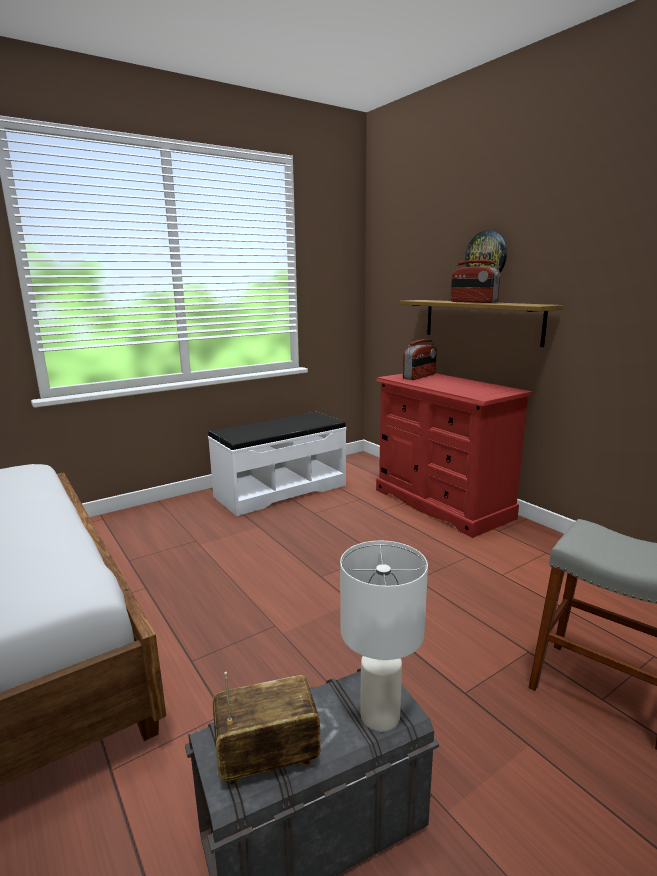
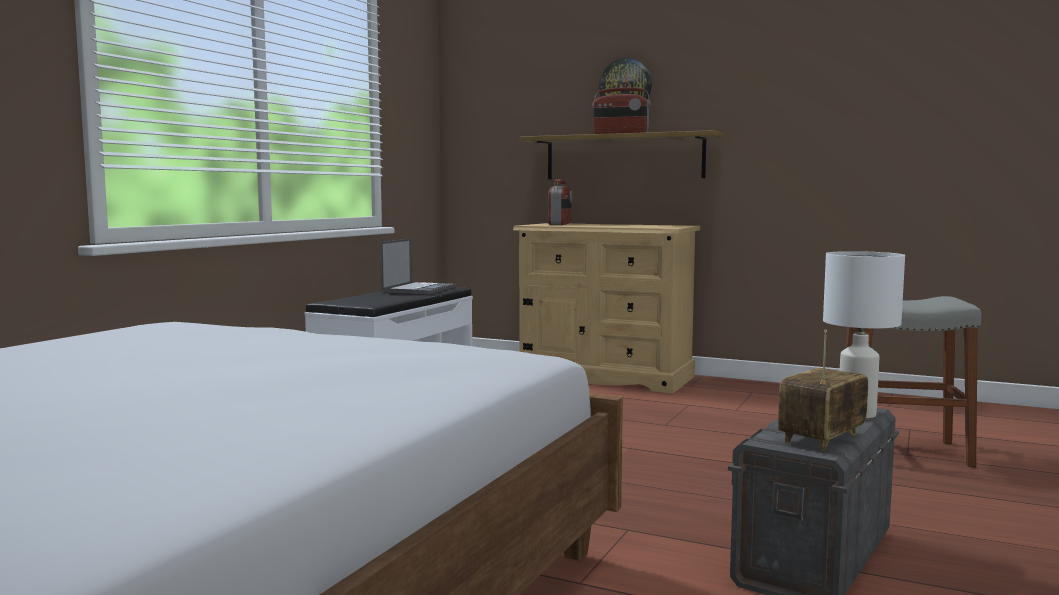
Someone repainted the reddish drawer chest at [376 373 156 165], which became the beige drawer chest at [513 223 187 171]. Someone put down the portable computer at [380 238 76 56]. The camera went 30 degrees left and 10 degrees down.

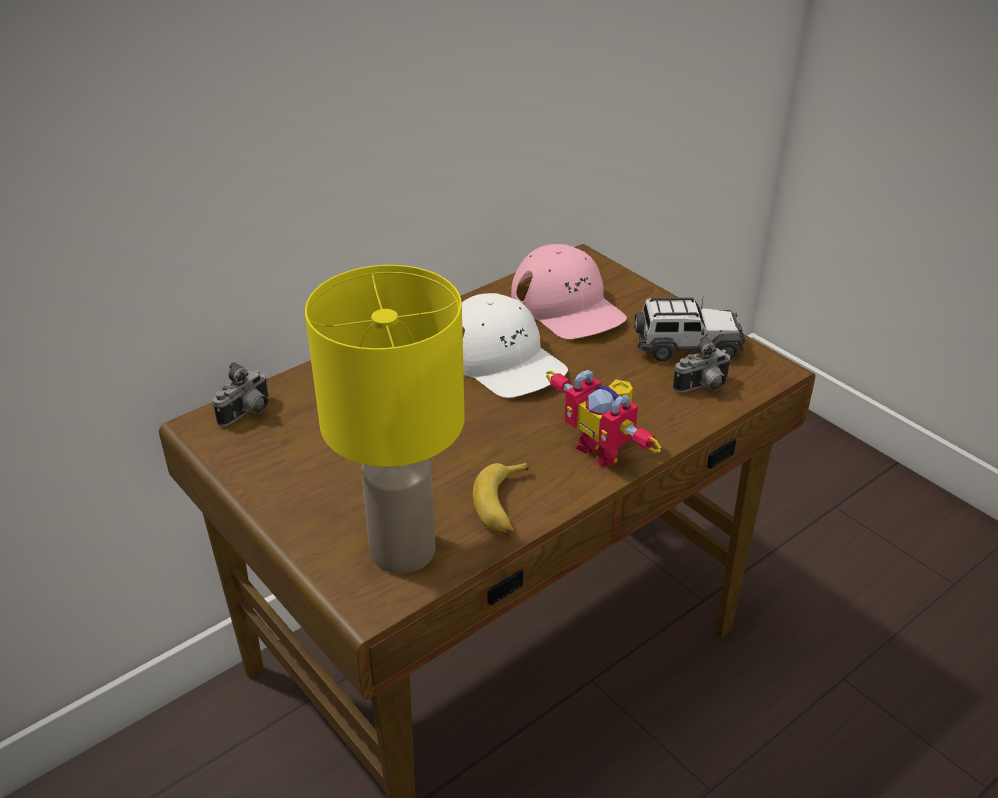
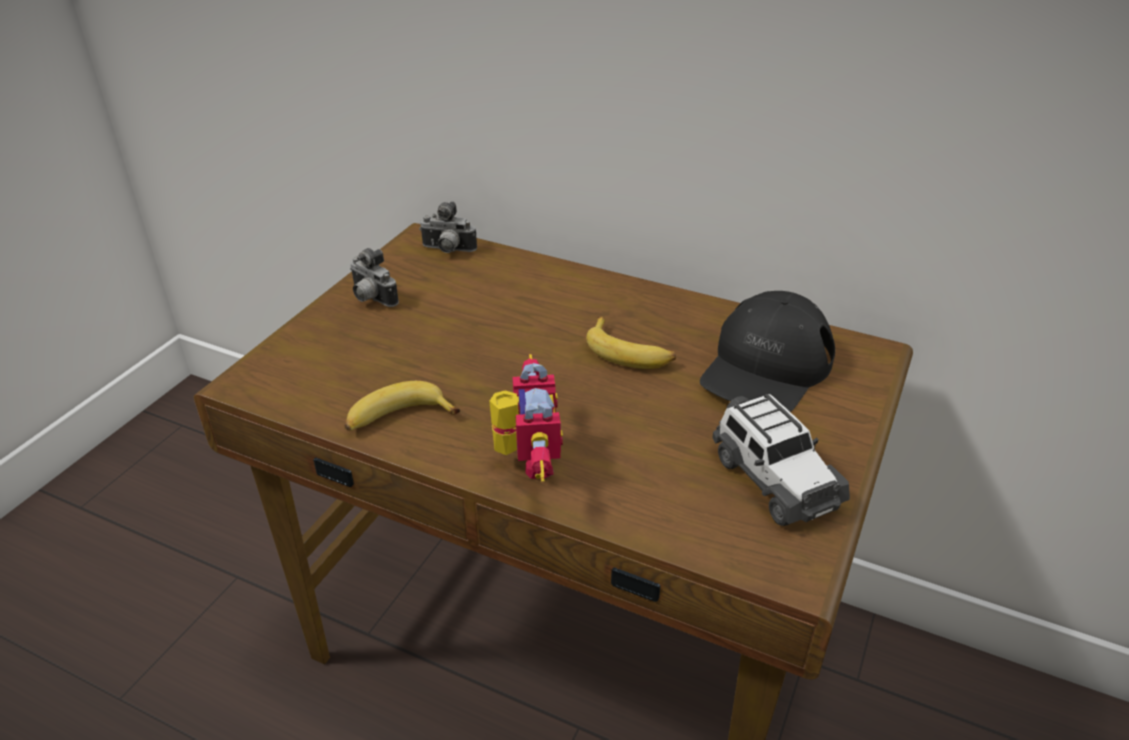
Someone took away the yellowish lamp for a table at [305 265 159 309]. Someone swapped the white peaked cap at [462 293 106 105] for the banana fruit at [586 317 90 52]. Someone repainted the pinkish peaked cap at [511 244 116 96], which became the black-coloured peaked cap at [700 291 135 121]. Someone rotated the toy robot at [546 370 115 97] by 150 degrees clockwise. Someone carried the still camera from [673 336 58 56] to [350 248 49 59]. The camera went 65 degrees right and 0 degrees up.

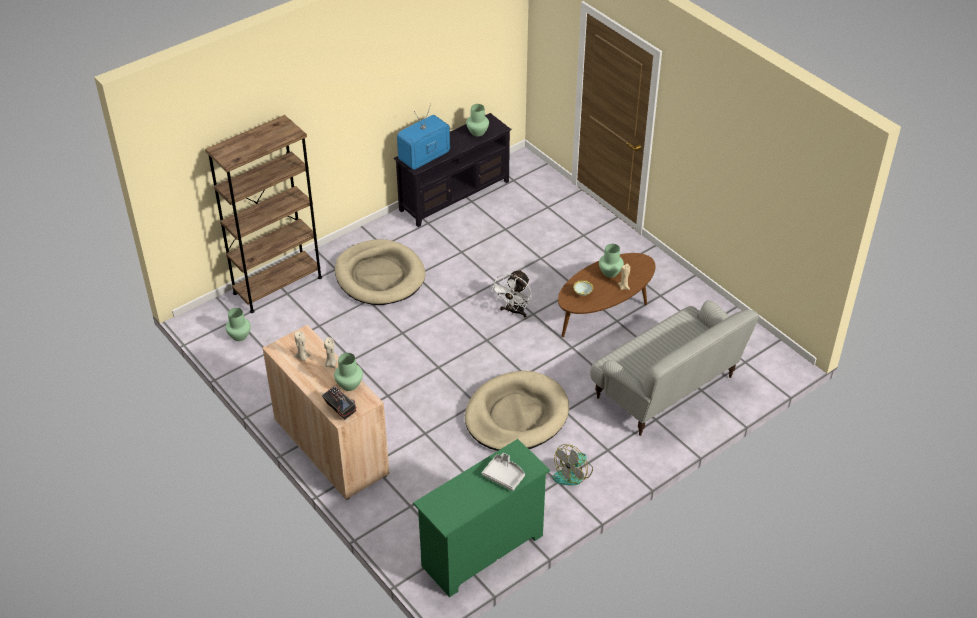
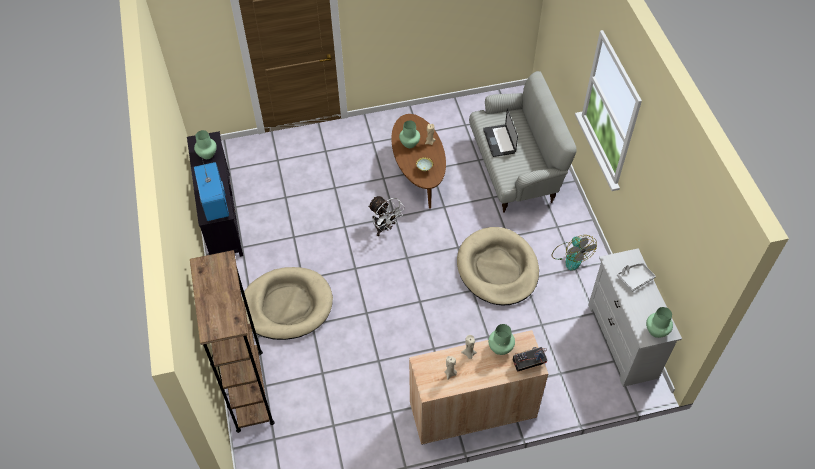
Someone carried the green-coloured vase from [225 308 26 33] to [646 307 27 31]. Someone repainted the green-coloured drawer chest at [413 439 137 158], which became the white drawer chest at [588 248 94 139]. Someone put down the portable computer at [483 109 35 48]. The camera went 65 degrees left and 10 degrees up.

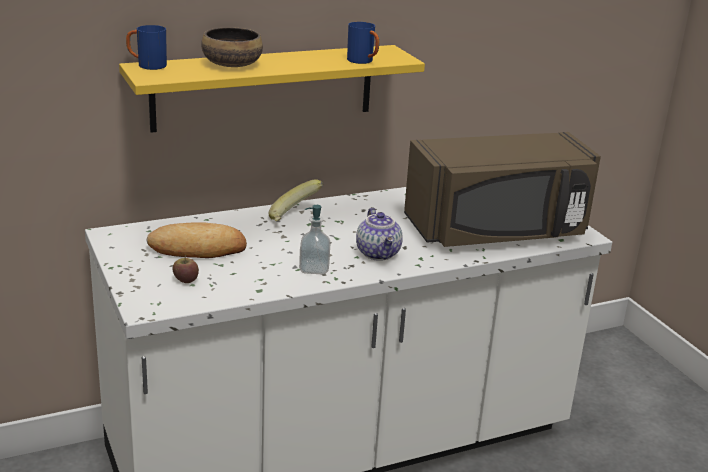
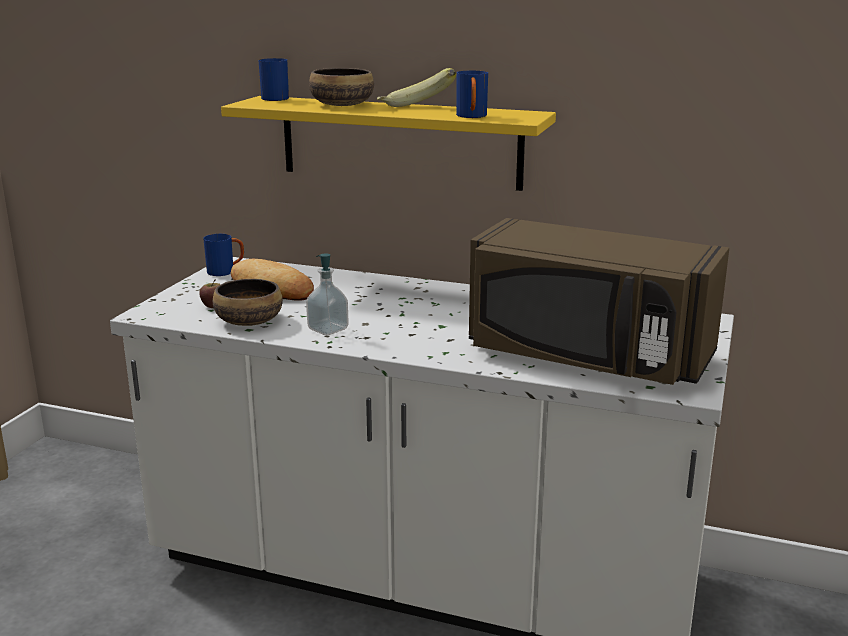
Someone carried the banana fruit from [269 180 54 41] to [377 68 79 39]. Someone took away the teapot at [356 208 47 53]. Someone put down the blue mug at [203 234 41 42]. Someone put down the serving bowl at [213 279 70 47]. The camera went 45 degrees right and 5 degrees down.

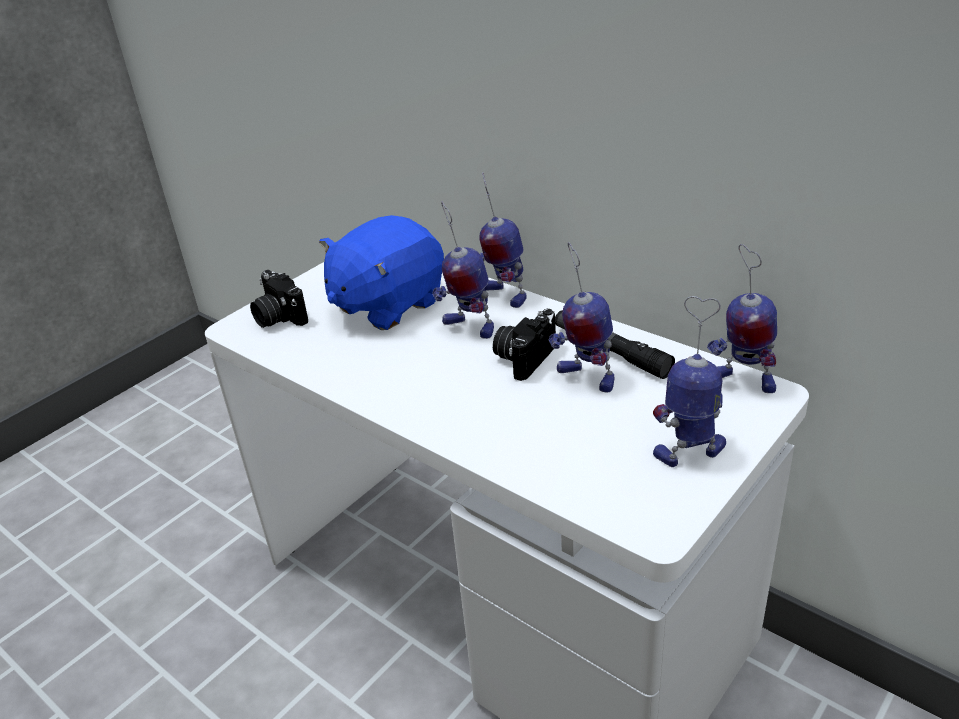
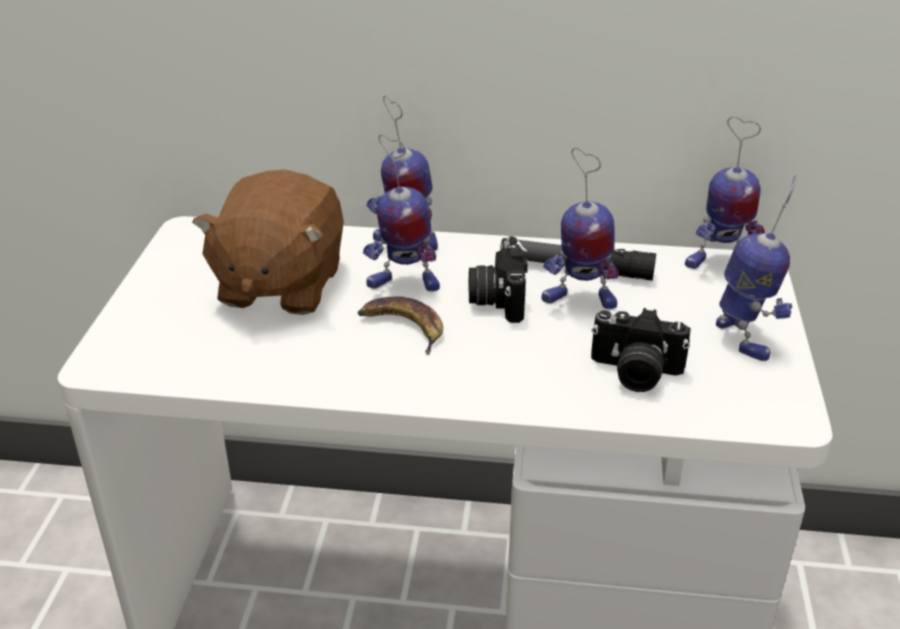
Someone carried the still camera from [250 270 58 58] to [591 308 100 84]. Someone repainted the blue plush toy at [319 215 125 115], which became the brownish plush toy at [192 169 152 146]. Someone rotated the toy robot at [653 296 73 171] by 120 degrees clockwise. Someone put down the banana fruit at [358 296 85 59]. The camera went 35 degrees left and 0 degrees up.

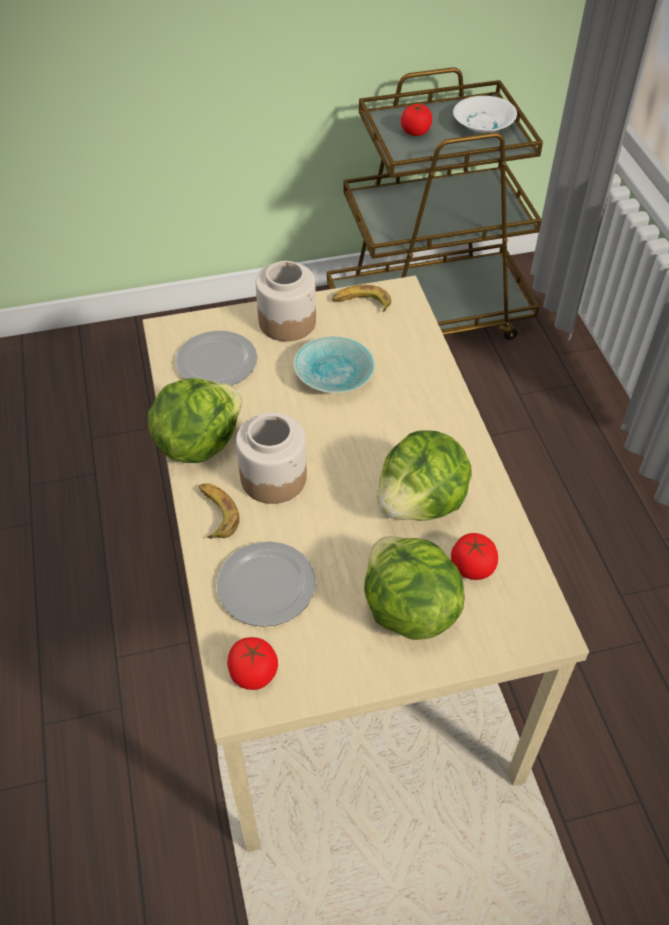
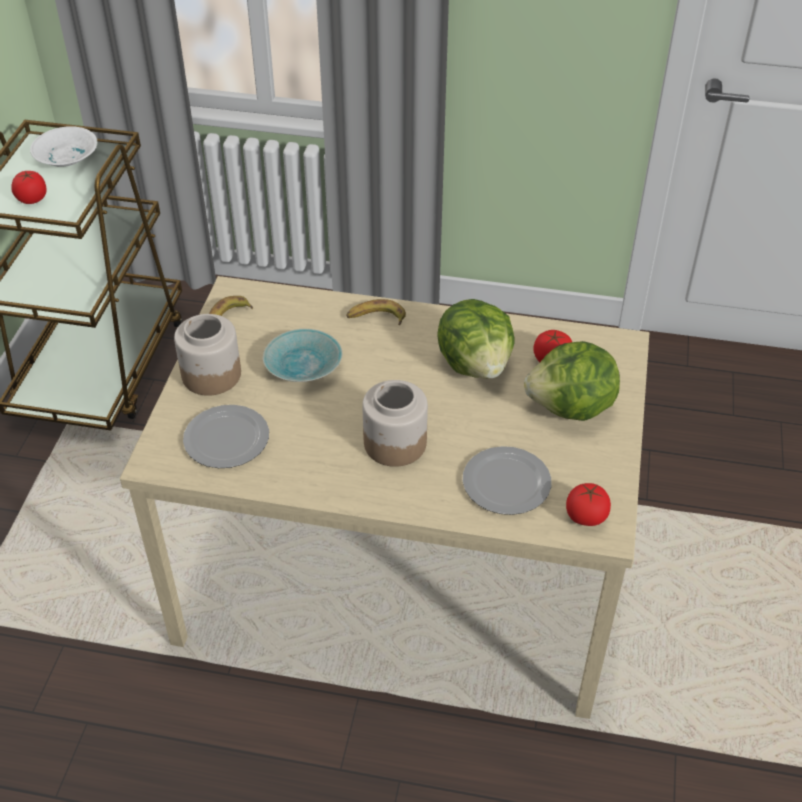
Someone took away the head of lettuce at [148 378 94 85]. Someone carried the banana fruit from [199 484 41 55] to [346 299 60 26]. The camera went 65 degrees left and 5 degrees down.

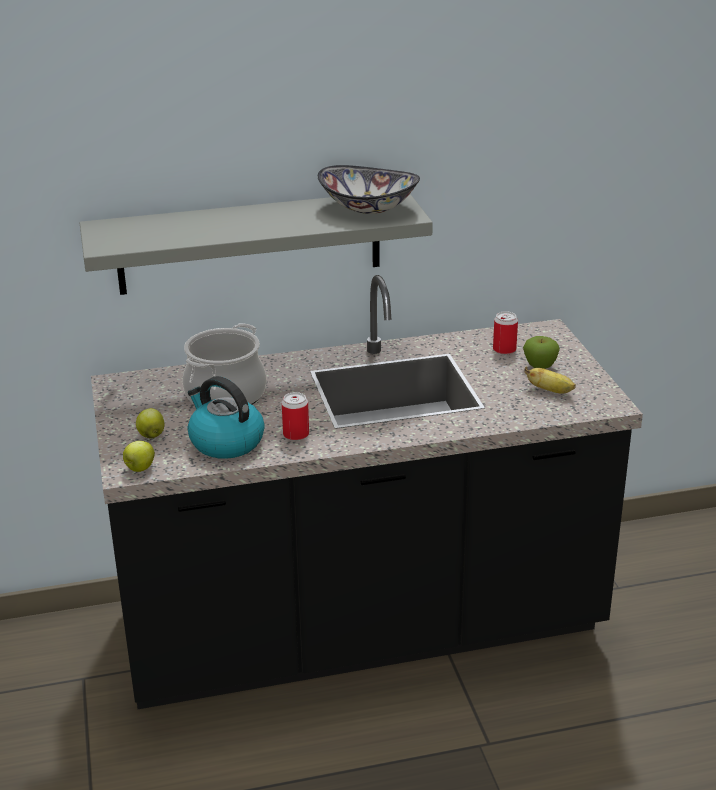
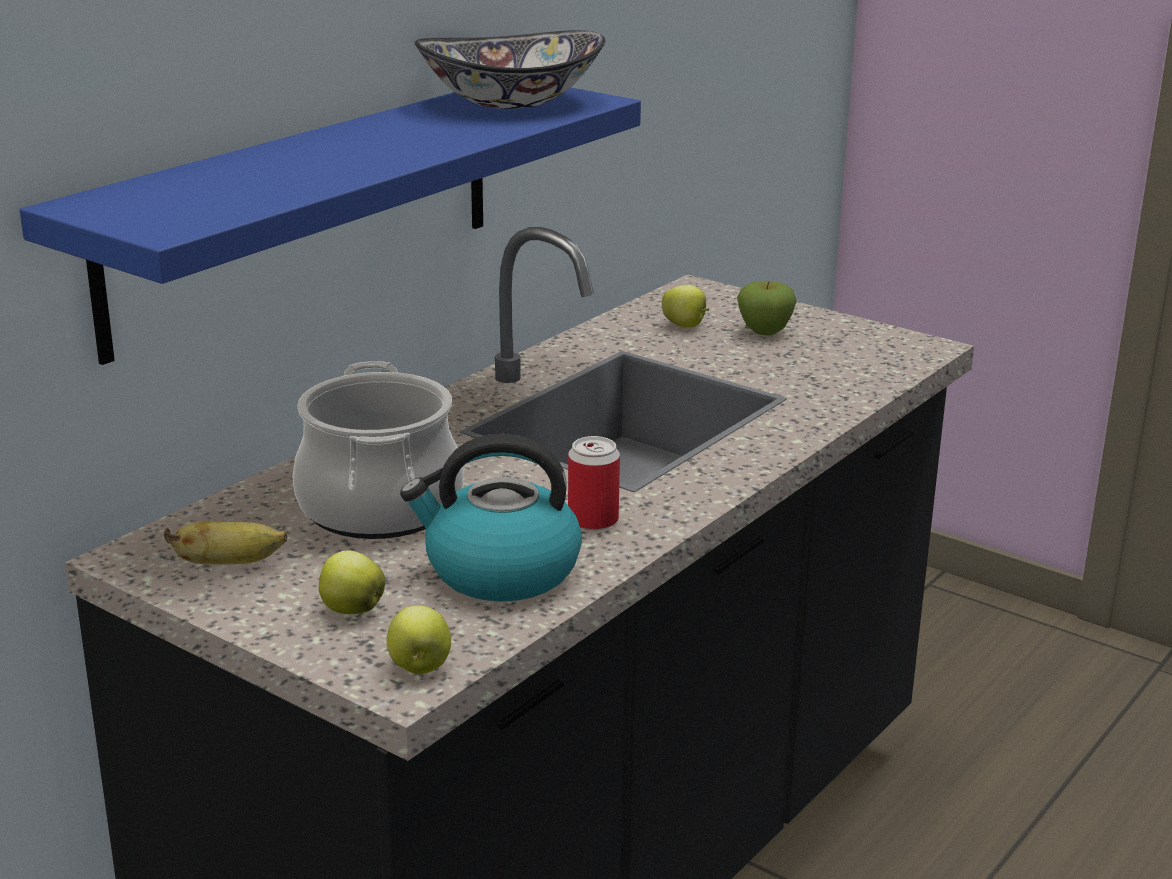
Someone repainted the gray shelf at [80 194 353 101], which became the blue shelf at [20 87 621 278]. Someone swapped the sealed can at [493 311 25 44] for the whole apple at [662 285 48 43]. Someone carried the banana fruit from [525 367 51 27] to [164 521 123 44]. The camera went 40 degrees left and 5 degrees down.

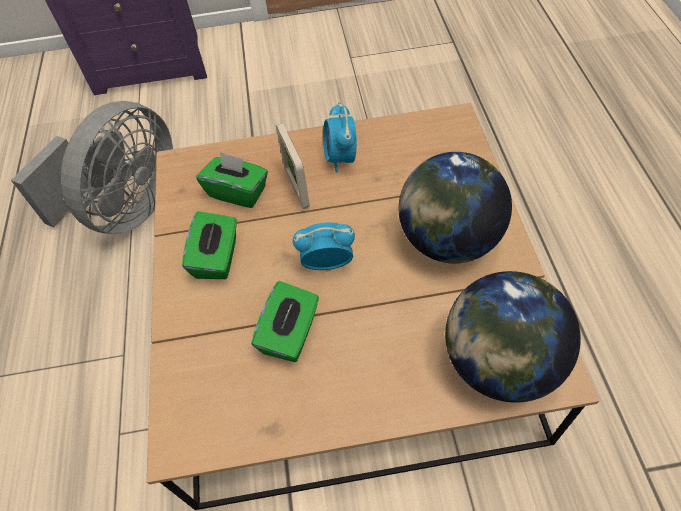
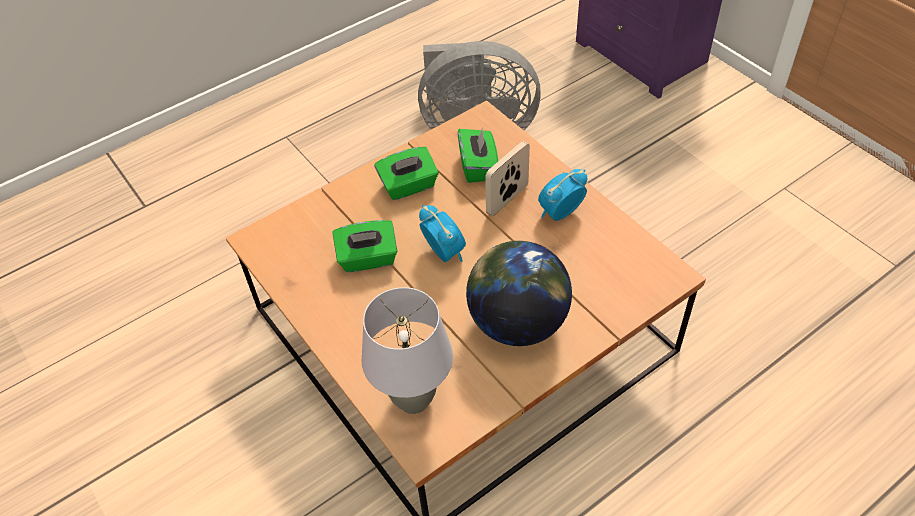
Someone swapped the desk globe at [445 271 136 132] for the gray lamp for a table at [362 287 91 127]. The camera went 60 degrees right and 5 degrees down.

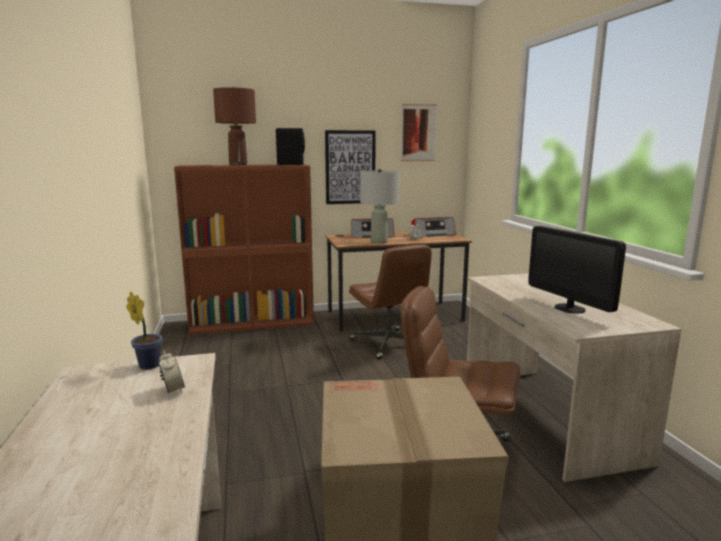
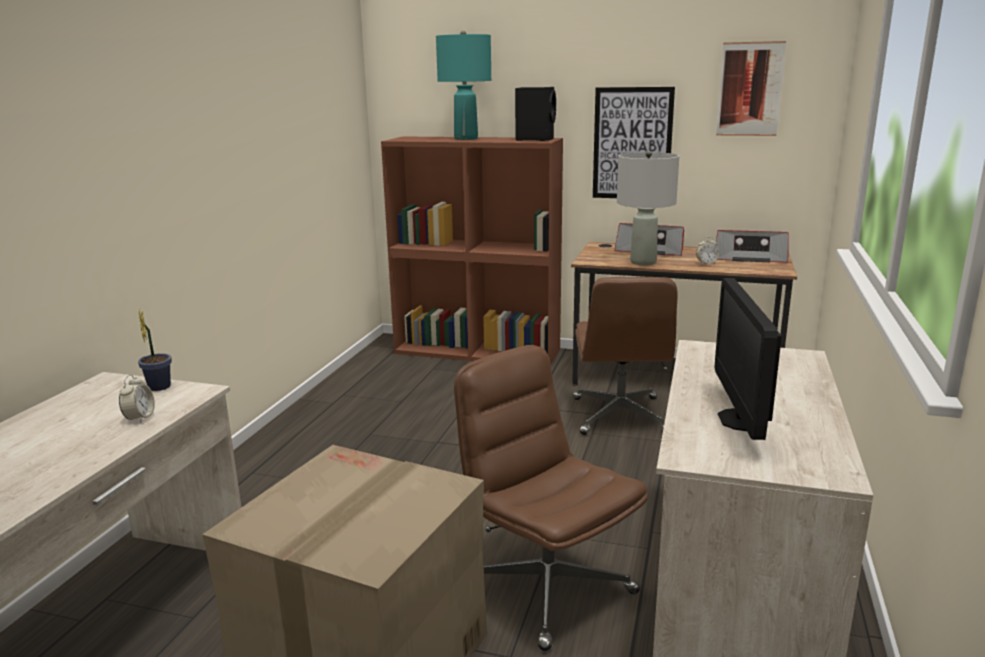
Someone repainted the brownish lamp for a table at [213 86 43 79], which became the blue-green lamp for a table at [436 31 55 109]. The camera went 30 degrees right and 5 degrees up.

